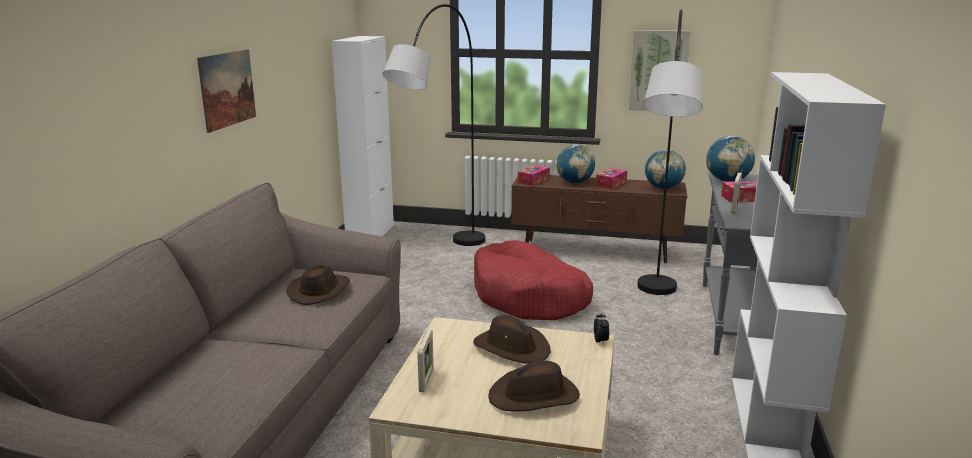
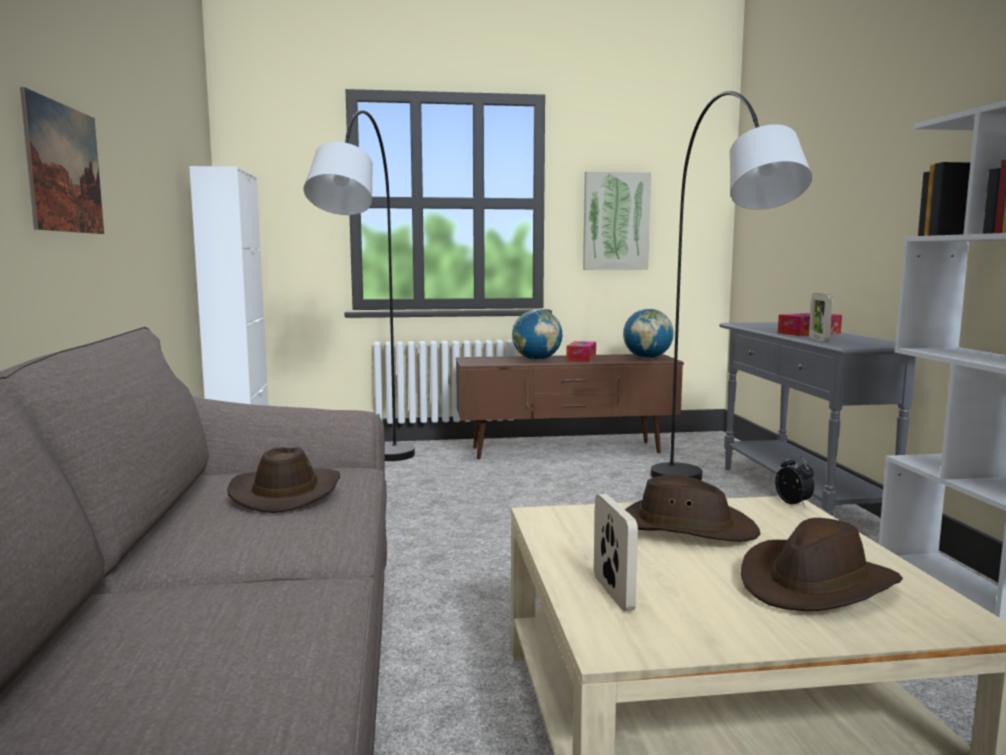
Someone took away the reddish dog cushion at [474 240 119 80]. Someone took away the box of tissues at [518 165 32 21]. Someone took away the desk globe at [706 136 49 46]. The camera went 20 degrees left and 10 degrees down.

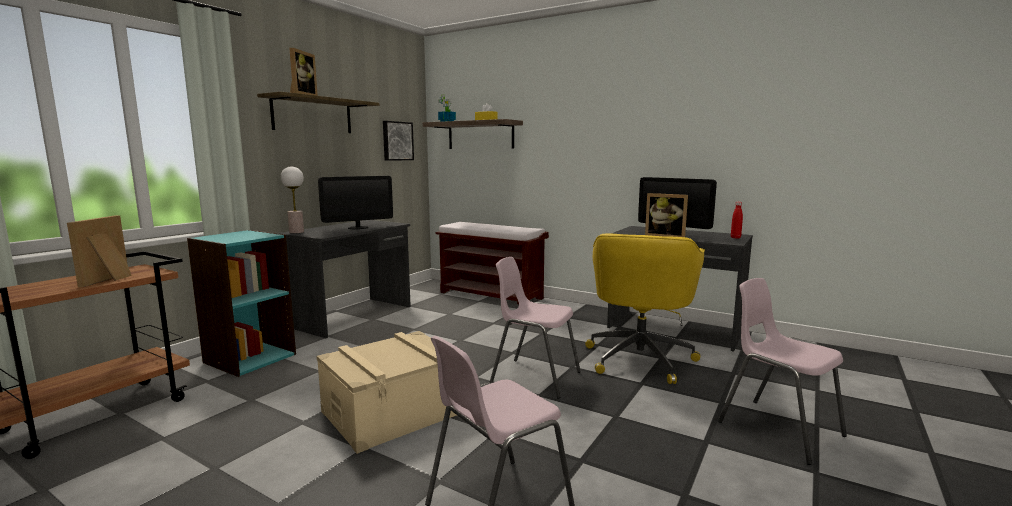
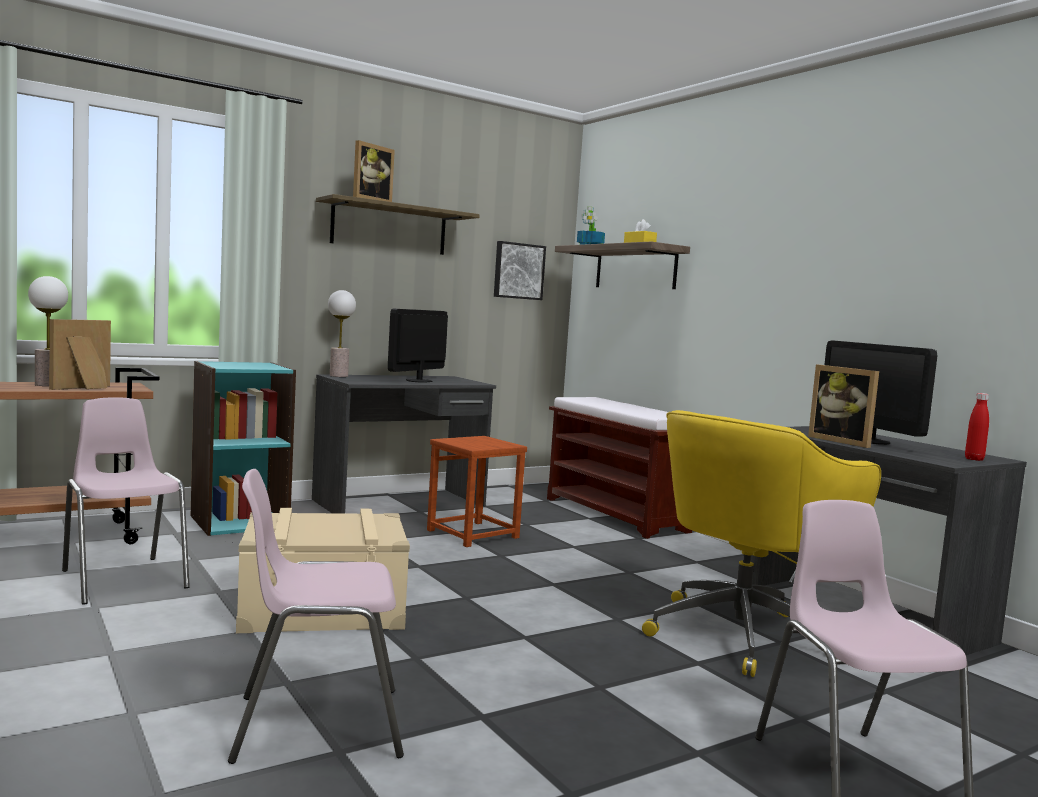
Someone rotated the computer display at [318 176 75 53] by 120 degrees clockwise. Someone carried the pinkish chair from [490 257 91 142] to [62 397 128 208]. Someone put down the lamp for a table at [28 276 40 110]. Someone put down the brownish stool at [427 436 100 111]. The camera went 25 degrees right and 5 degrees down.

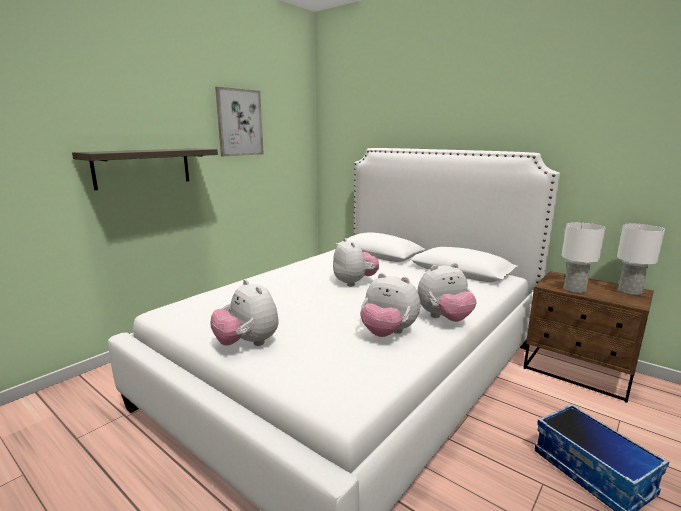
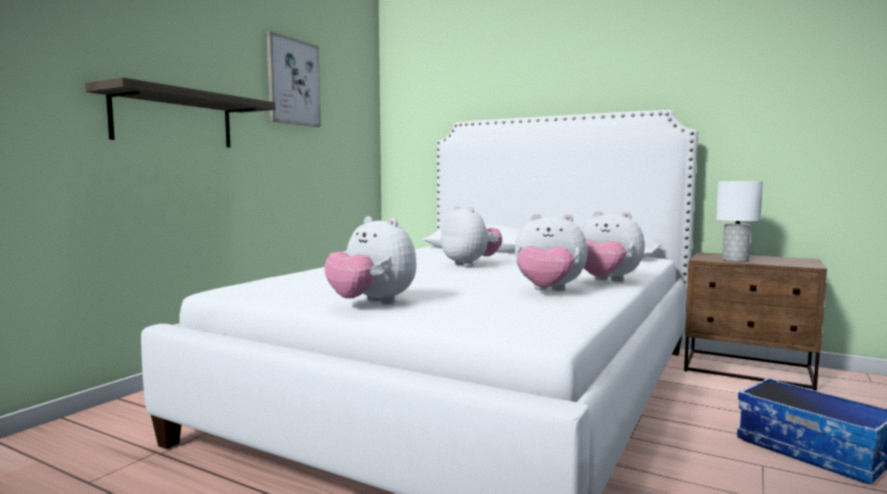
Someone rotated the plush toy at [417 263 60 59] by 60 degrees clockwise. Someone took away the white lamp for a table at [617 224 48 71]. The camera went 10 degrees left and 10 degrees down.

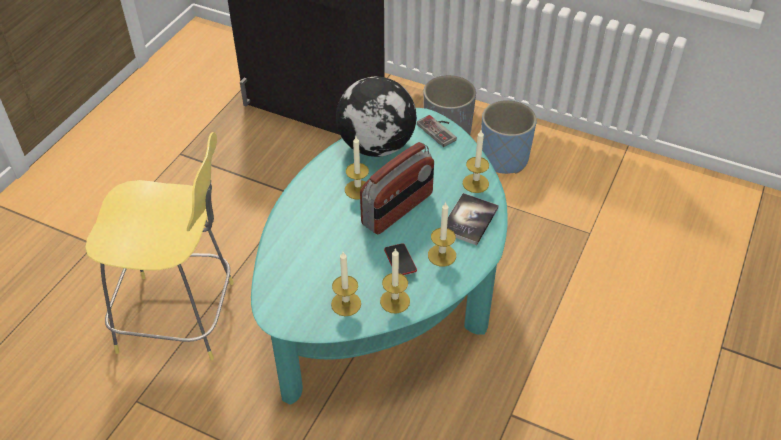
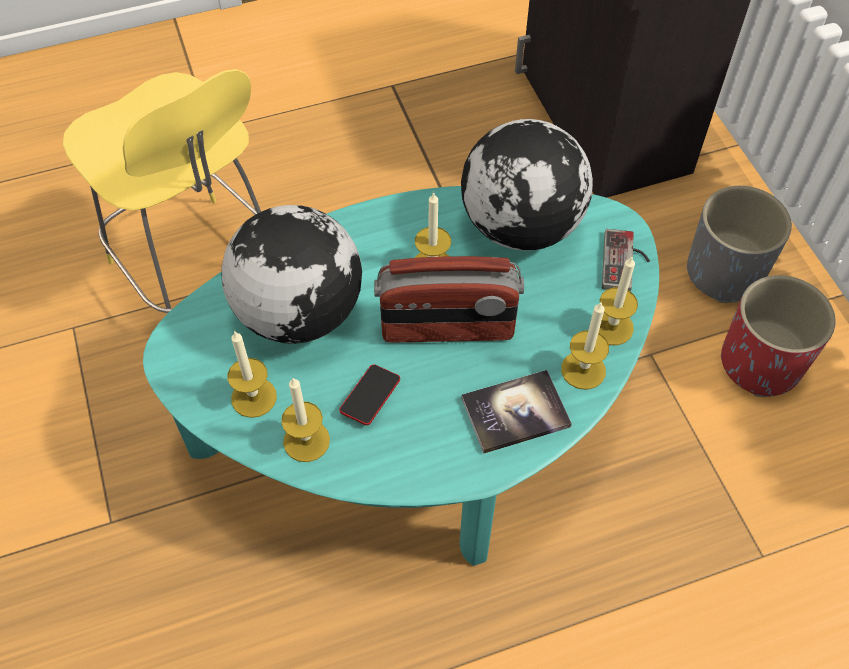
Someone carried the candle from [428 202 28 65] to [599 257 39 88]. Someone repainted the blue flower pot at [481 100 56 74], which became the reddish flower pot at [721 275 115 122]. Someone put down the desk globe at [221 205 141 139]. The camera went 45 degrees right and 10 degrees up.

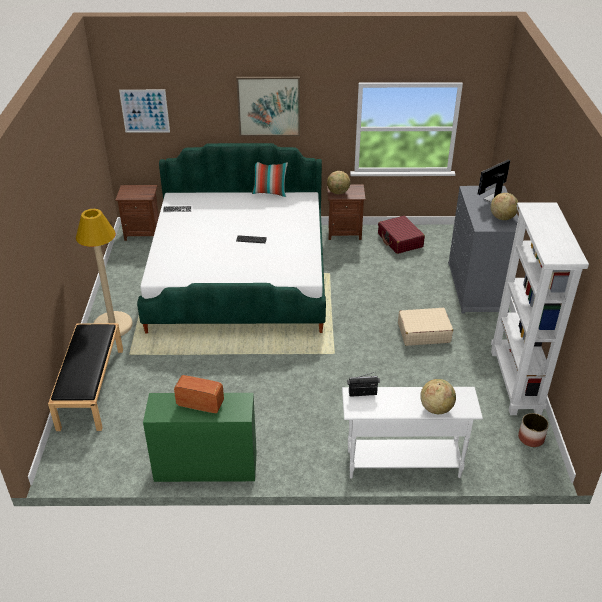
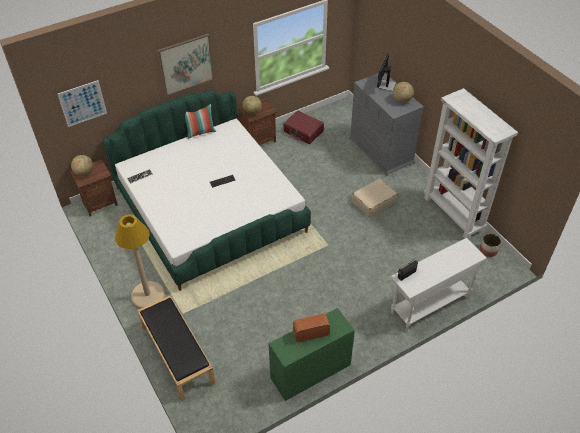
Someone carried the desk globe from [420 379 36 35] to [71 155 22 21]. The camera went 30 degrees left and 10 degrees up.

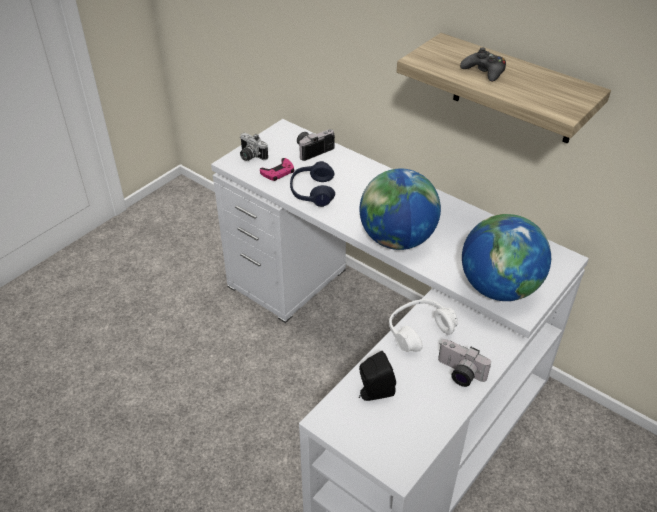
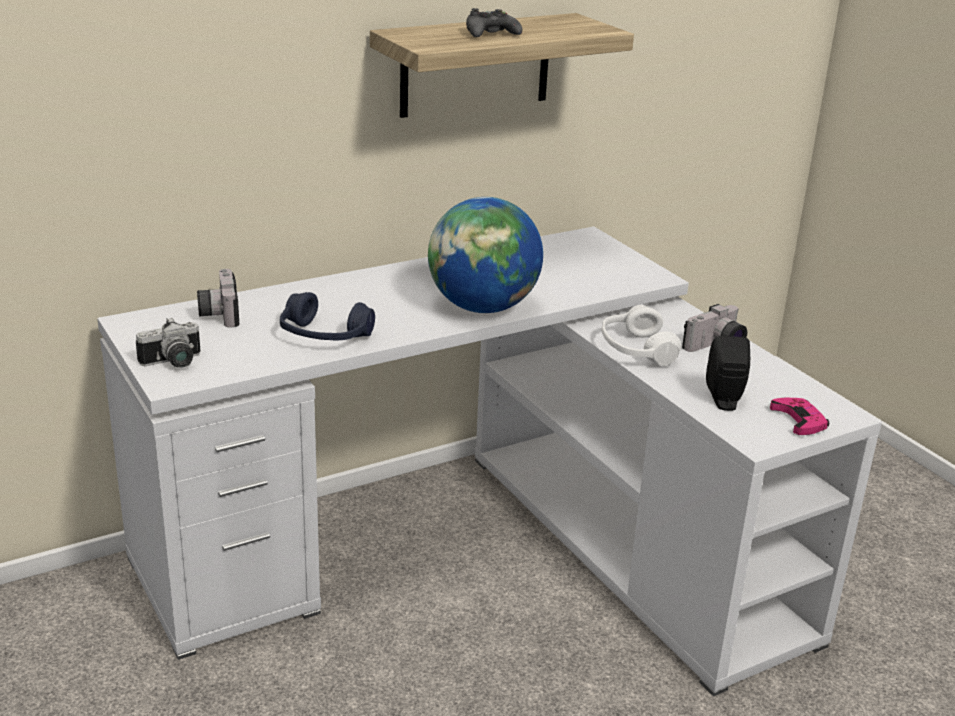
Someone carried the pinkish gamepad from [260 158 34 23] to [770 398 59 37]. Someone took away the desk globe at [462 214 89 87]. The camera went 70 degrees left and 15 degrees down.

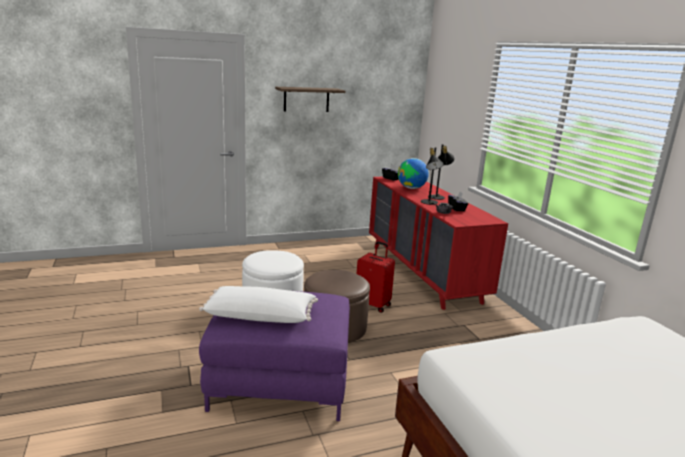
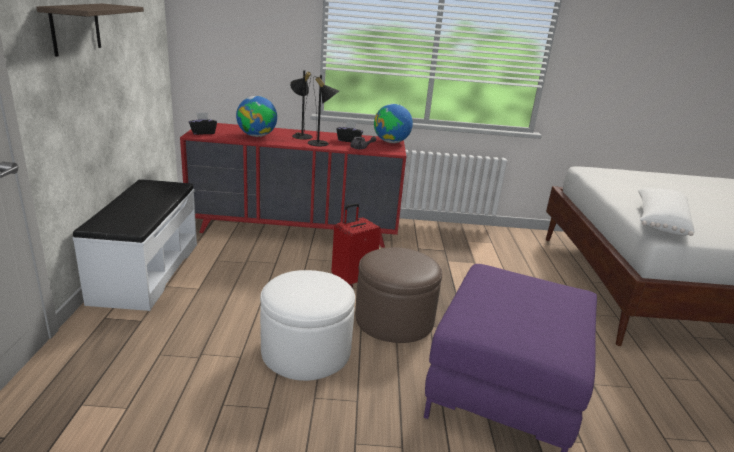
Someone carried the white throw pillow from [199 286 119 37] to [638 188 57 48]. Someone put down the white indoor bench at [73 179 124 132]. Someone put down the desk globe at [374 104 39 39]. The camera went 70 degrees left and 5 degrees up.

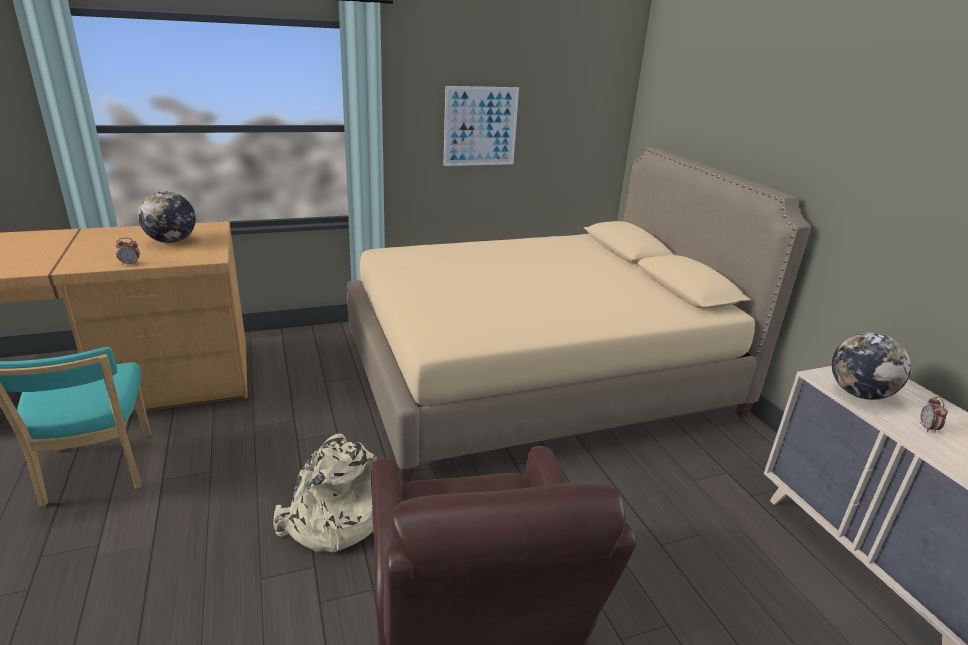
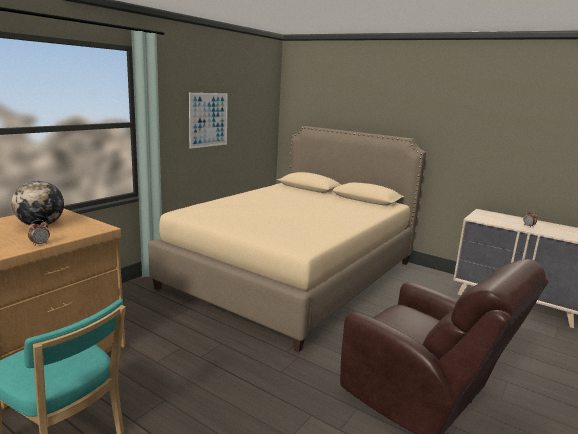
Someone took away the beige knapsack at [273 434 104 118]. Someone took away the desk globe at [832 332 79 68]. The camera went 35 degrees left and 10 degrees down.

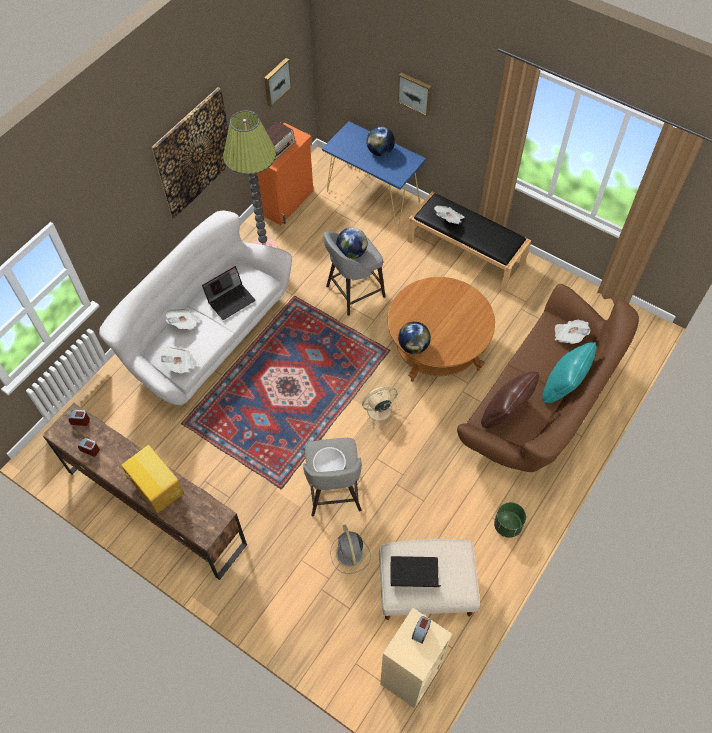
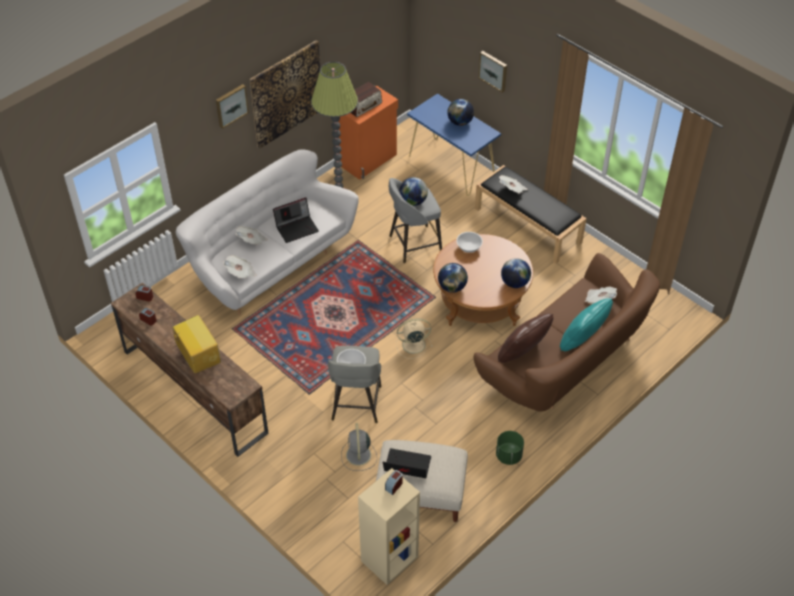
Someone carried the picture from [264 58 28 49] to [216 84 33 45]. Someone put down the white serving bowl at [456 232 27 21]. Someone put down the desk globe at [501 258 30 30]. The camera went 10 degrees right and 10 degrees down.

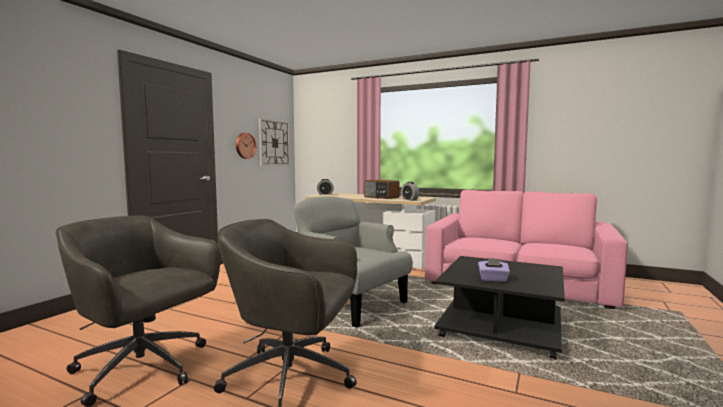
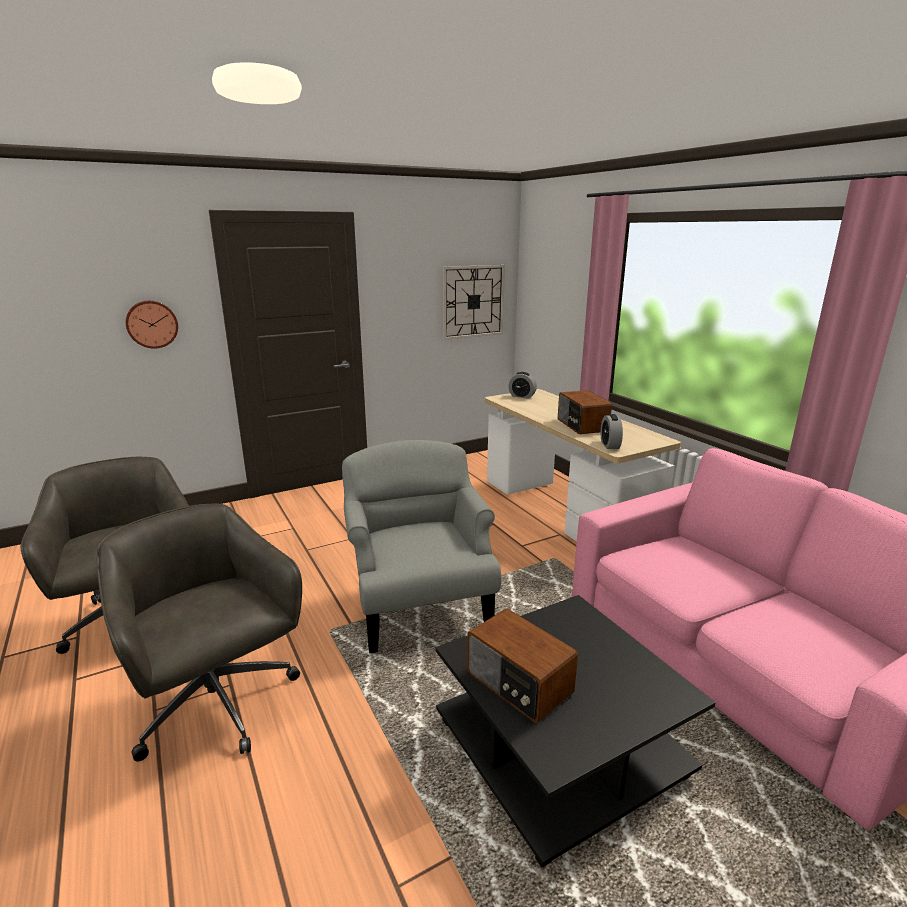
Someone carried the clock on the wall from [236 133 20 26] to [126 301 52 48]. Someone swapped the purple-coloured box of tissues at [478 258 32 24] for the radio at [467 609 111 114]. The camera went 35 degrees right and 15 degrees up.

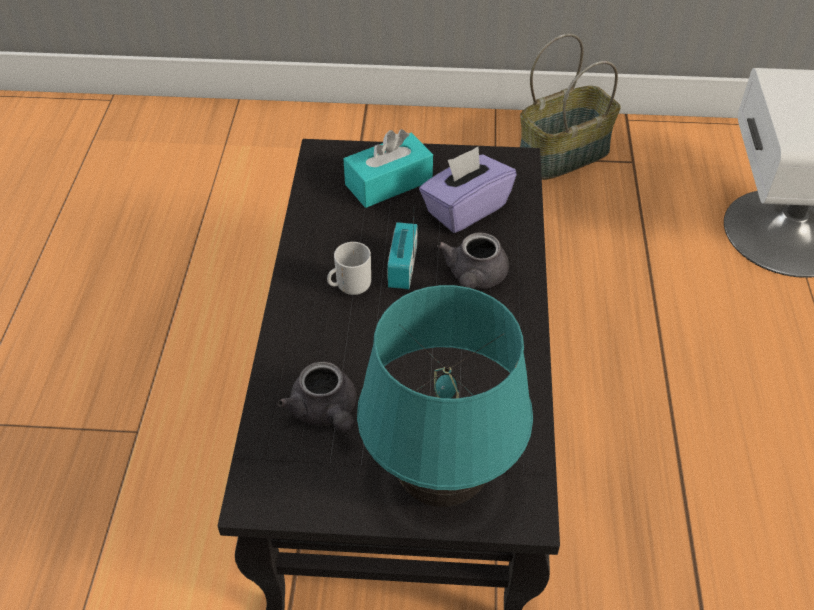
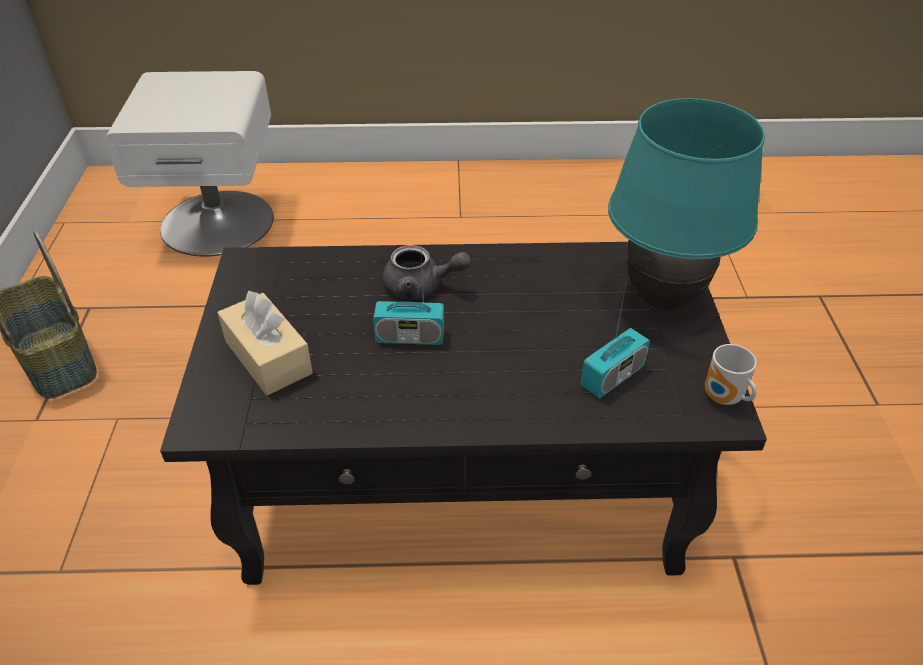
Someone swapped the gray teapot at [278 361 78 72] for the radio at [581 284 69 114]. Someone carried the mug from [327 242 44 53] to [705 344 52 61]. Someone repainted the blue-green box of tissues at [343 129 90 79], which became the beige box of tissues at [218 290 95 105]. Someone took away the purple-coloured box of tissues at [419 147 98 86]. The camera went 95 degrees left and 5 degrees down.

